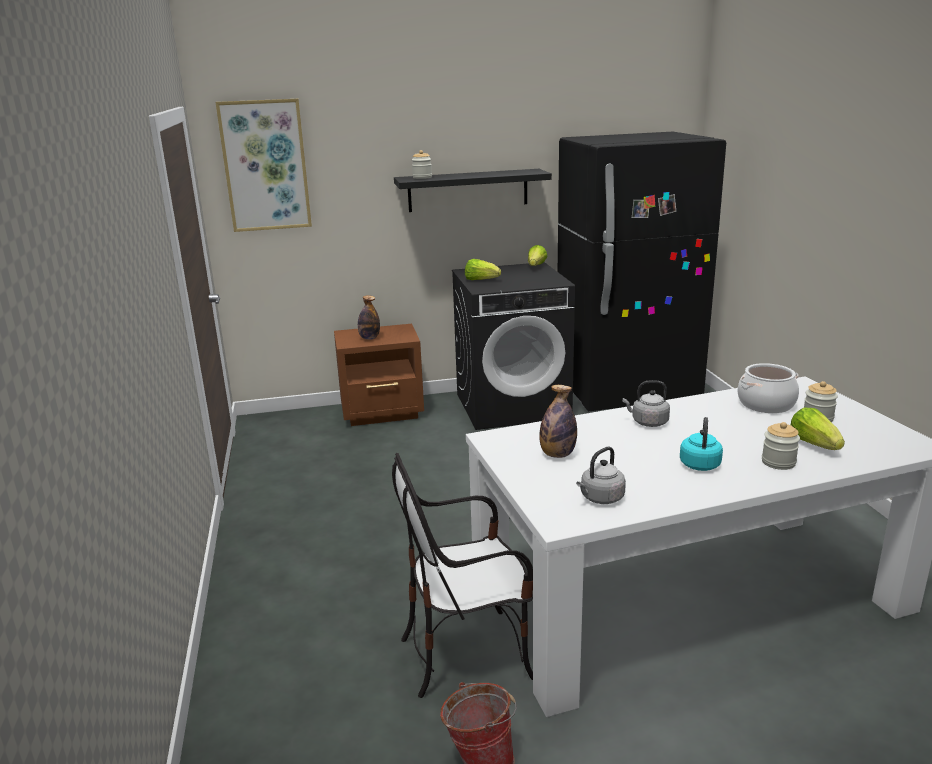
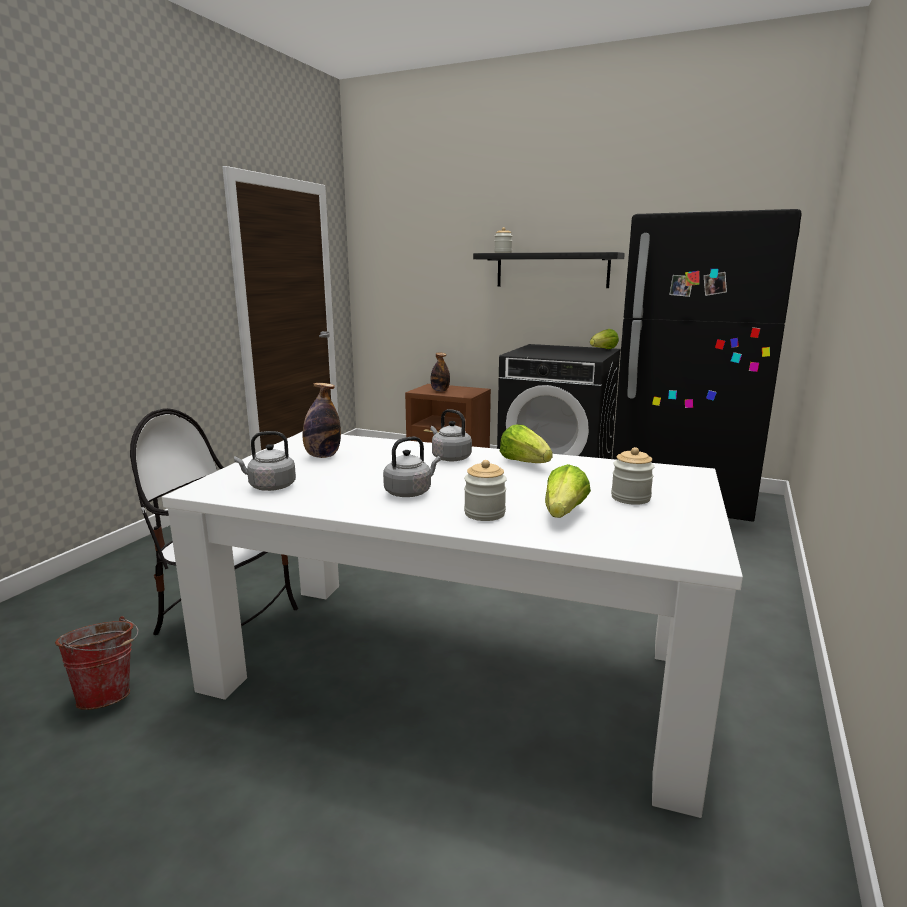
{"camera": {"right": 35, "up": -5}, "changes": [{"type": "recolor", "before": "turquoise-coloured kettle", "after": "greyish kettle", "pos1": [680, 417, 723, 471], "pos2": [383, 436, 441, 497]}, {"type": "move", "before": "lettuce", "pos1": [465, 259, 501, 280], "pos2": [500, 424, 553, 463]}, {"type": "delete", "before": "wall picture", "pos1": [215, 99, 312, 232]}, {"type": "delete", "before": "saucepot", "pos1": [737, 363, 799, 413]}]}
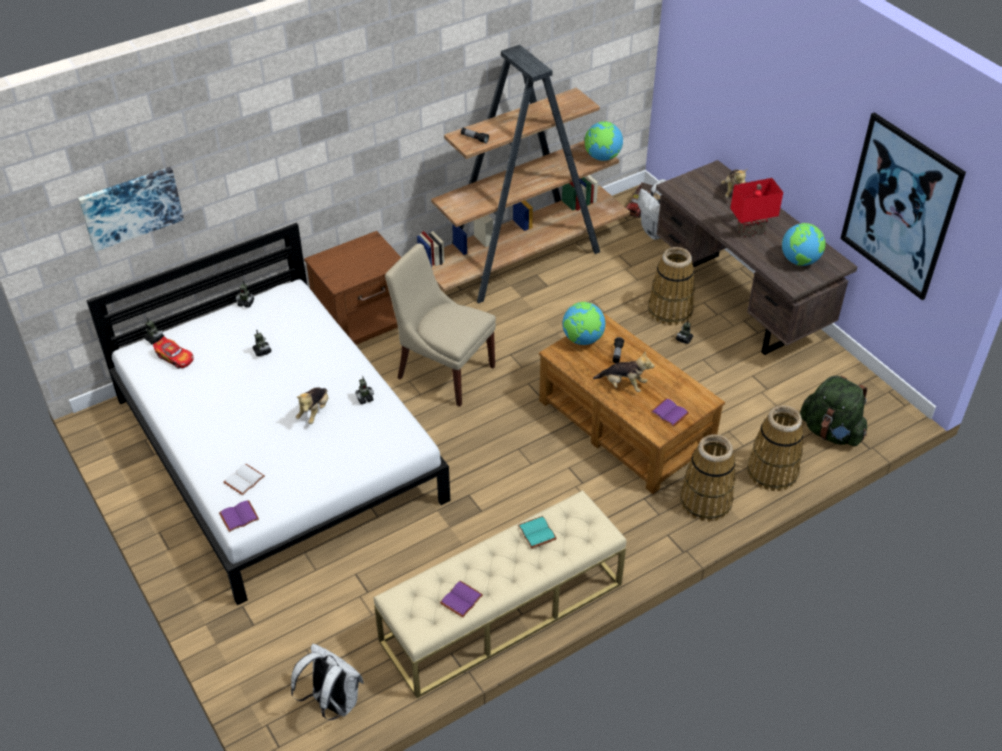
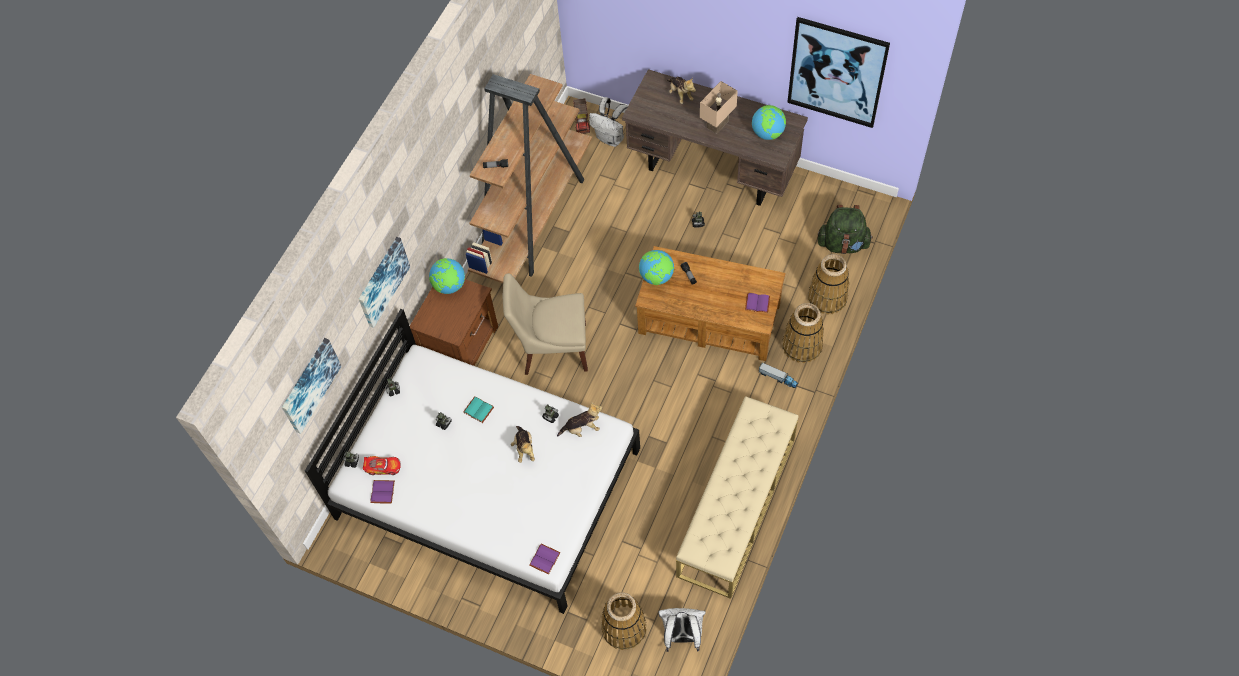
{"camera": {"right": -30, "up": 15}, "changes": [{"type": "insert", "after": "wall picture", "pos2": [359, 237, 410, 328]}, {"type": "move", "before": "purplish volume", "pos1": [440, 581, 483, 618], "pos2": [370, 480, 395, 503]}, {"type": "move", "before": "world globe", "pos1": [585, 121, 623, 161], "pos2": [429, 258, 465, 294]}, {"type": "move", "before": "turquoise-coloured volume", "pos1": [518, 516, 557, 549], "pos2": [463, 396, 494, 423]}, {"type": "move", "before": "soft toy", "pos1": [593, 351, 654, 392], "pos2": [557, 402, 602, 437]}, {"type": "move", "before": "household basket", "pos1": [648, 247, 695, 325], "pos2": [602, 592, 646, 650]}, {"type": "recolor", "before": "red-coloured table lamp", "after": "beige table lamp", "pos1": [730, 178, 783, 238], "pos2": [700, 81, 738, 134]}, {"type": "insert", "after": "toy lorry", "pos2": [759, 362, 798, 389]}, {"type": "delete", "before": "whitish volume", "pos1": [223, 464, 265, 495]}]}
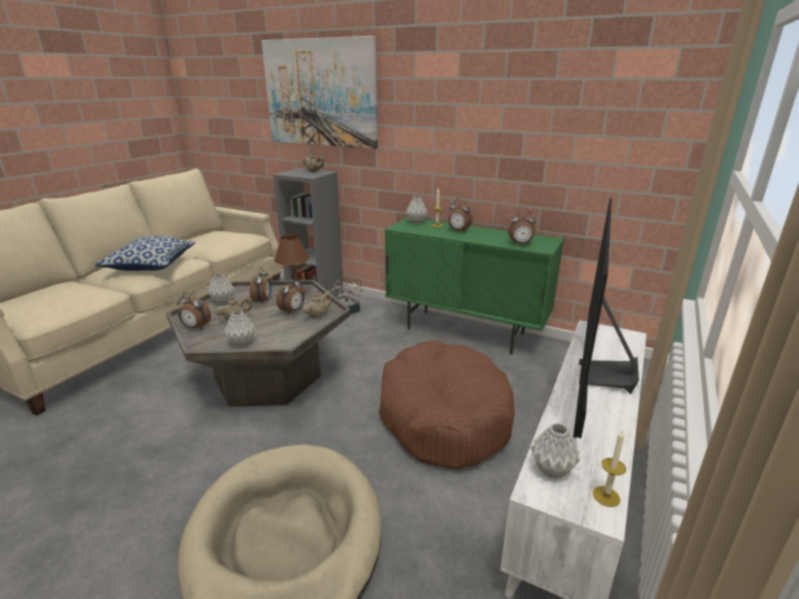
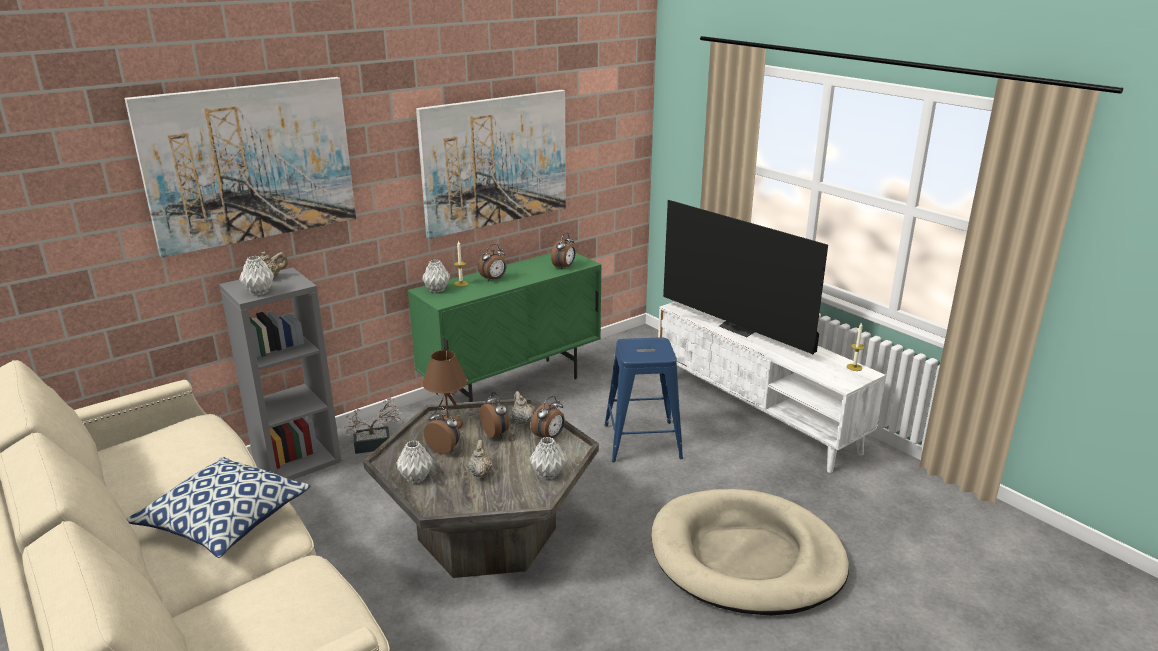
{"camera": {"right": -65, "up": 0}, "changes": [{"type": "move", "before": "greyish decorative vase", "pos1": [531, 423, 580, 479], "pos2": [239, 256, 274, 295]}, {"type": "insert", "after": "wall picture", "pos2": [416, 90, 566, 239]}, {"type": "move", "before": "alarm clock", "pos1": [177, 292, 211, 329], "pos2": [531, 396, 565, 438]}, {"type": "replace", "before": "brownish pet bed", "after": "blue-coloured stool seat", "pos1": [379, 341, 515, 469], "pos2": [604, 337, 683, 462]}]}
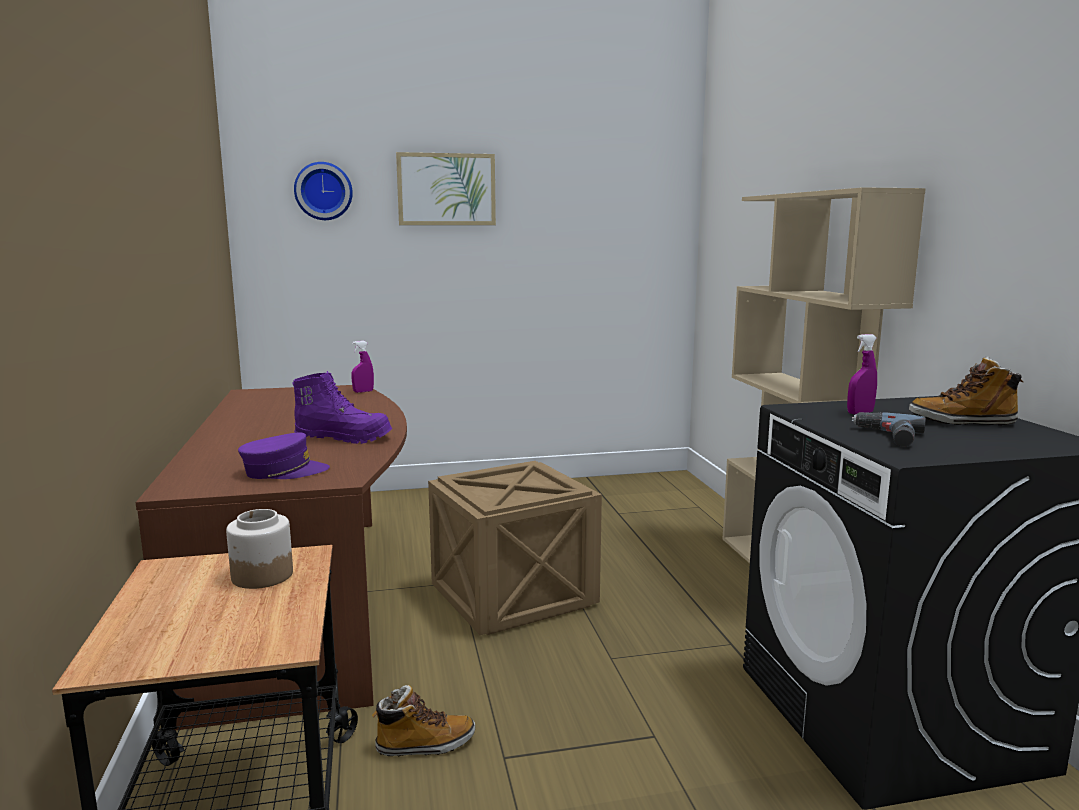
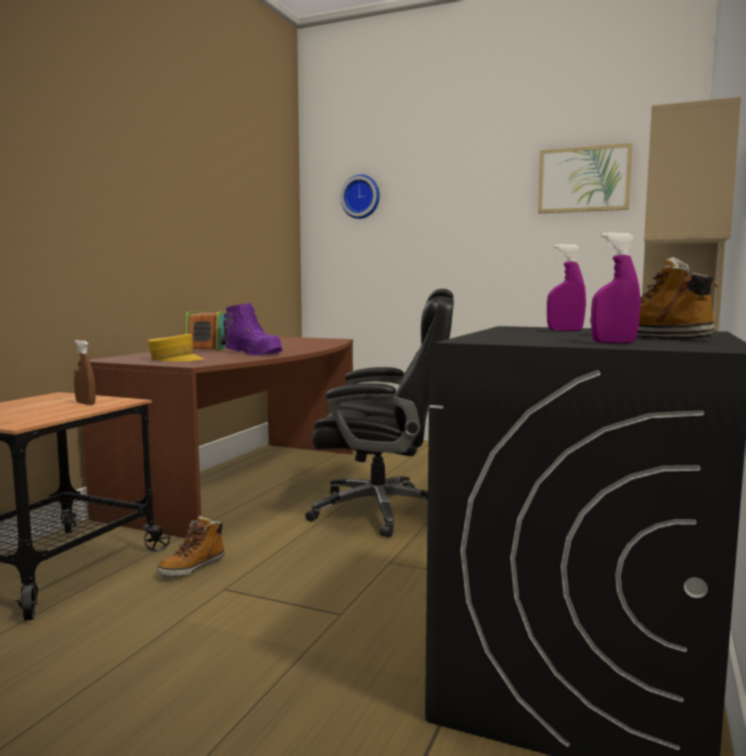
{"camera": {"right": 35, "up": -5}, "changes": [{"type": "replace", "before": "jar", "after": "brownish sprayer", "pos1": [226, 509, 293, 589], "pos2": [74, 340, 96, 405]}, {"type": "recolor", "before": "purplish baseball cap", "after": "yellow baseball cap", "pos1": [238, 432, 330, 479], "pos2": [147, 334, 204, 362]}, {"type": "rotate", "before": "tall boot", "pos1": [372, 685, 475, 756], "pos2": [157, 516, 225, 577], "turn": 105}, {"type": "insert", "after": "radio set", "pos2": [185, 310, 227, 351]}, {"type": "replace", "before": "shipping crate", "after": "black-coloured office chair", "pos1": [428, 461, 602, 635], "pos2": [305, 289, 454, 538]}, {"type": "move", "before": "wall picture", "pos1": [396, 152, 496, 225], "pos2": [538, 143, 632, 213]}, {"type": "move", "before": "purplish sprayer", "pos1": [351, 341, 374, 393], "pos2": [591, 232, 640, 343]}, {"type": "delete", "before": "power drill", "pos1": [852, 412, 925, 447]}]}
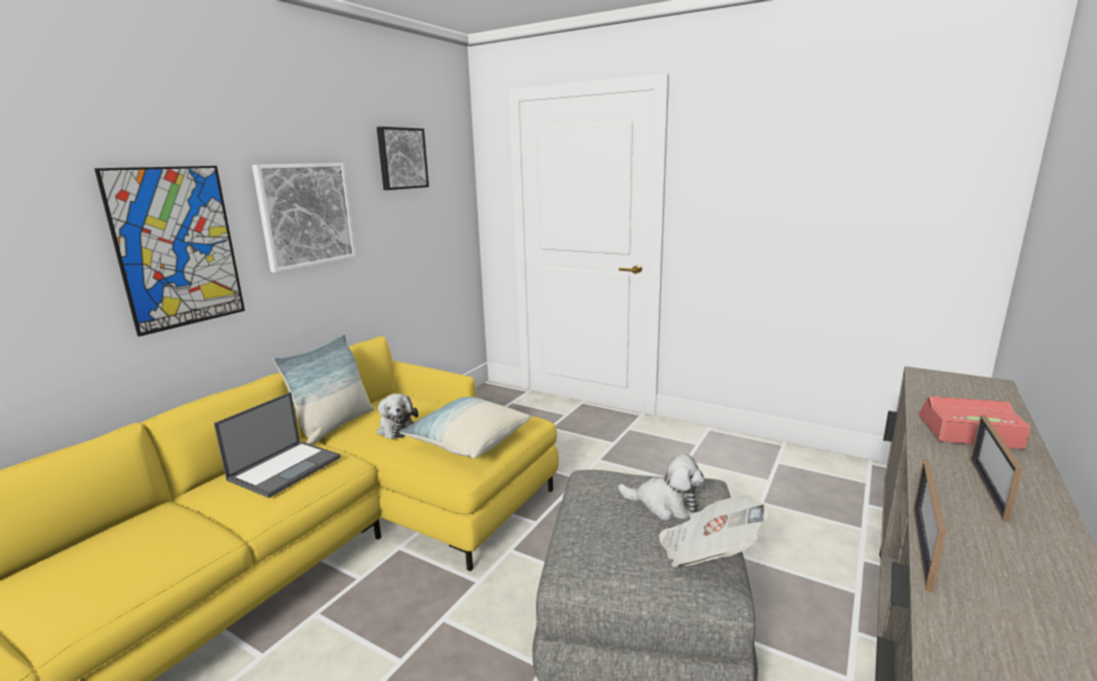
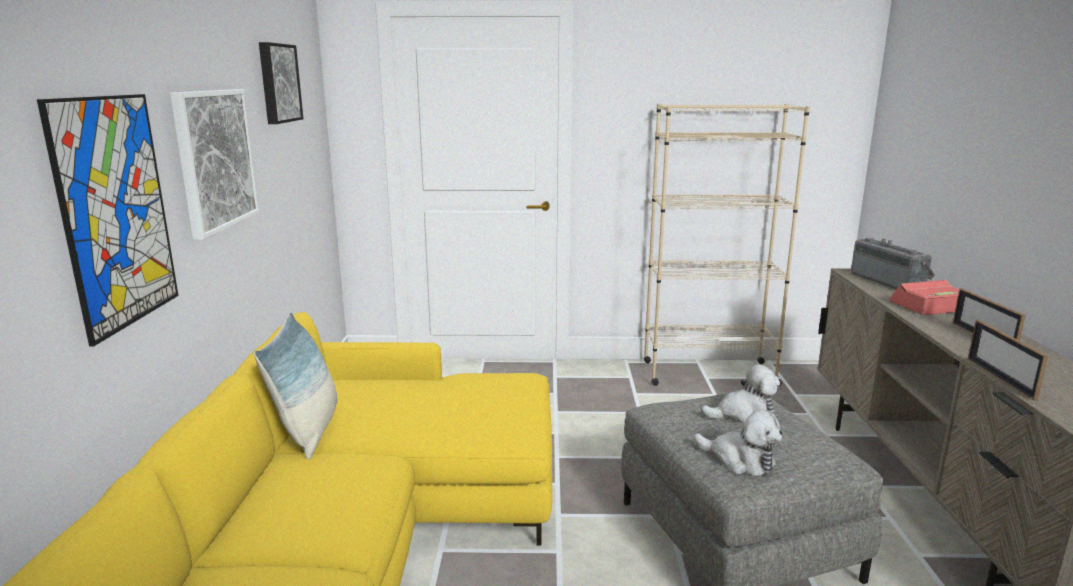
{"camera": {"right": -30, "up": 0}, "changes": [{"type": "insert", "after": "beige bookshelf", "pos2": [644, 104, 810, 386]}, {"type": "move", "before": "soft toy", "pos1": [377, 394, 418, 439], "pos2": [694, 409, 783, 476]}, {"type": "insert", "after": "radio set", "pos2": [851, 238, 935, 289]}, {"type": "delete", "before": "notebook computer", "pos1": [214, 392, 341, 498]}, {"type": "delete", "before": "pillow", "pos1": [399, 397, 531, 459]}, {"type": "delete", "before": "printed paper", "pos1": [659, 495, 770, 567]}]}
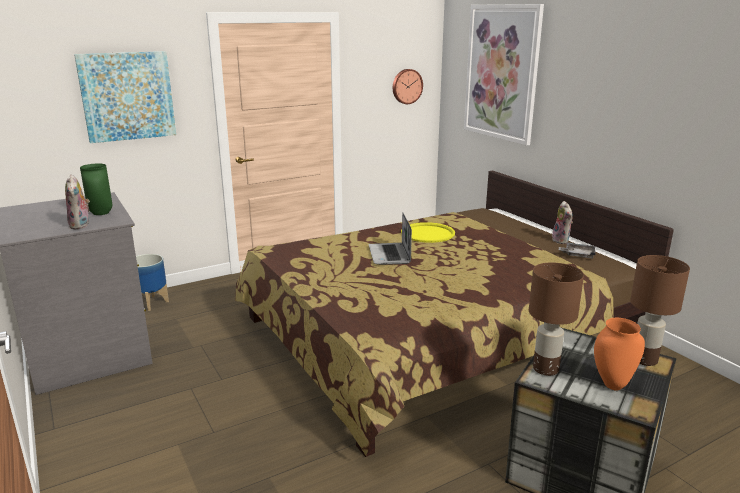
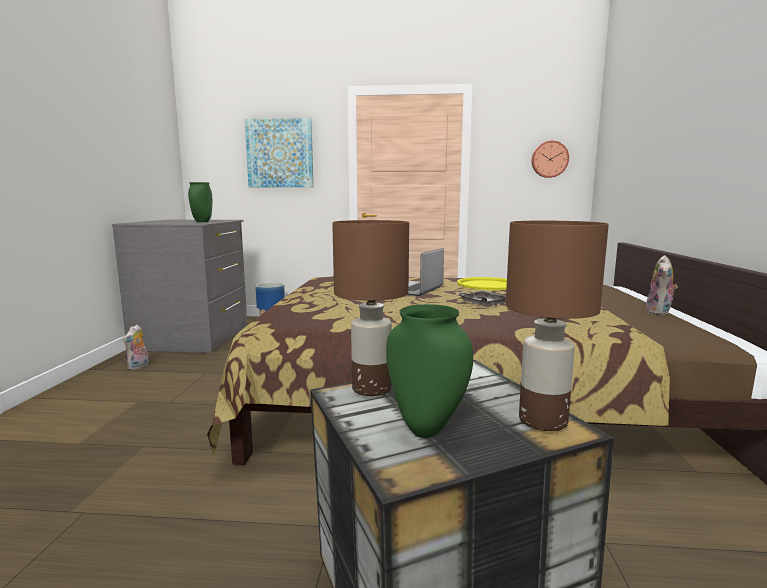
{"camera": {"right": 35, "up": -10}, "changes": [{"type": "move", "before": "soft toy", "pos1": [65, 174, 90, 229], "pos2": [123, 324, 149, 370]}, {"type": "recolor", "before": "orange-coloured decorative vase", "after": "green decorative vase", "pos1": [594, 318, 645, 391], "pos2": [386, 304, 473, 438]}, {"type": "move", "before": "greyish tray", "pos1": [559, 242, 596, 259], "pos2": [457, 290, 506, 307]}, {"type": "delete", "before": "wall picture", "pos1": [464, 4, 544, 145]}]}
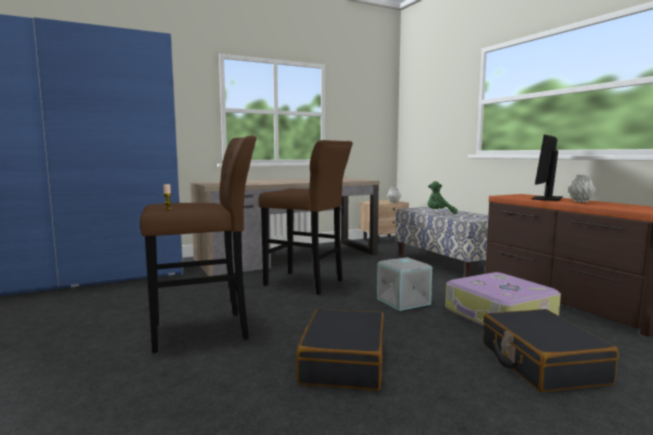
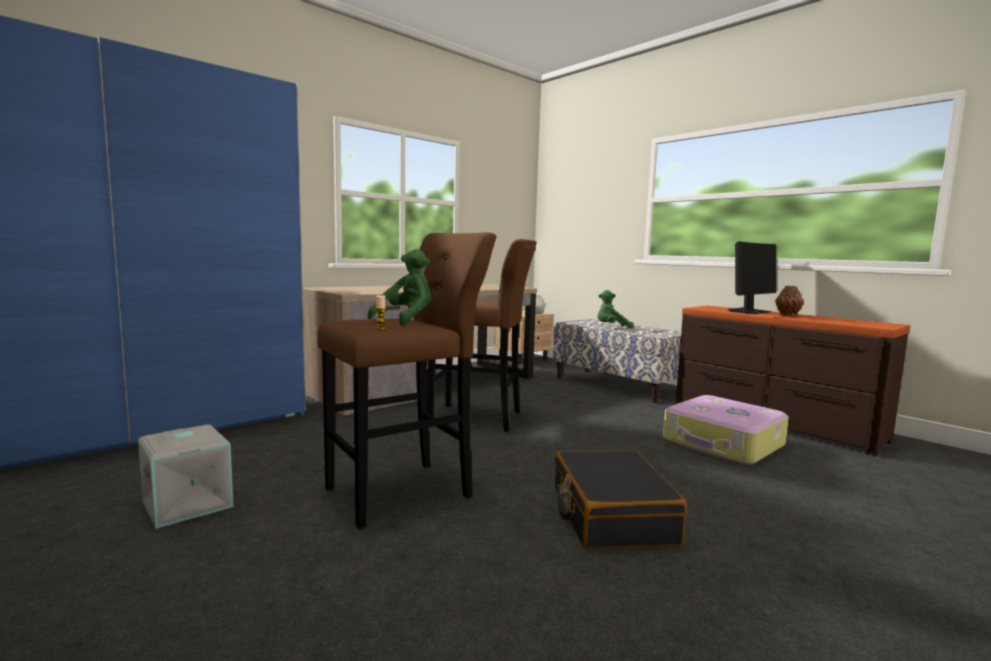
{"camera": {"right": -15, "up": 0}, "changes": [{"type": "move", "before": "greyish storage box", "pos1": [377, 257, 432, 311], "pos2": [138, 425, 233, 529]}, {"type": "insert", "after": "green soft toy", "pos2": [367, 249, 431, 326]}, {"type": "rotate", "before": "monitor", "pos1": [531, 135, 564, 201], "pos2": [727, 241, 776, 314], "turn": -150}, {"type": "recolor", "before": "greyish decorative vase", "after": "brownish decorative vase", "pos1": [568, 174, 596, 202], "pos2": [775, 286, 804, 316]}, {"type": "delete", "before": "black-coloured piece of luggage", "pos1": [483, 309, 619, 392]}]}
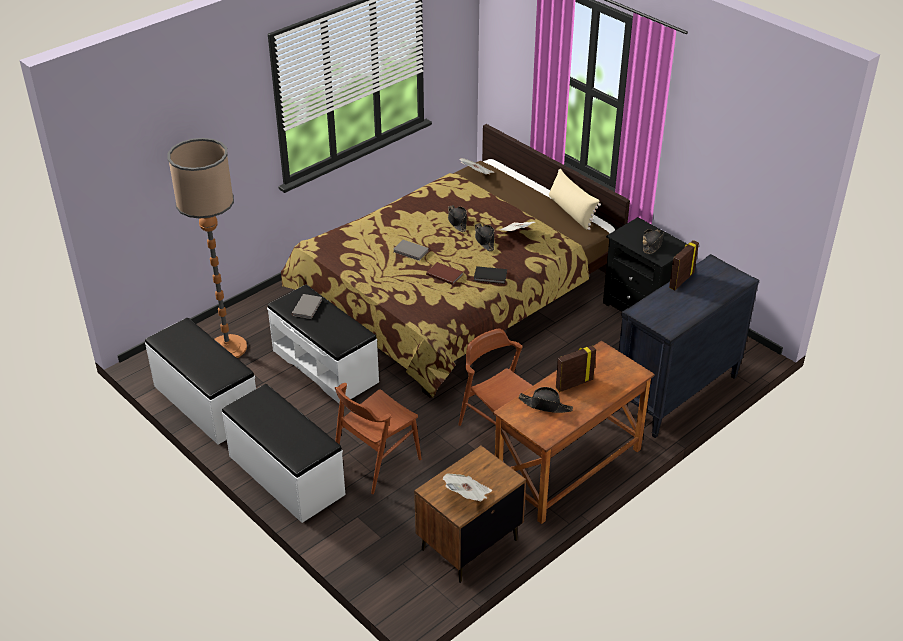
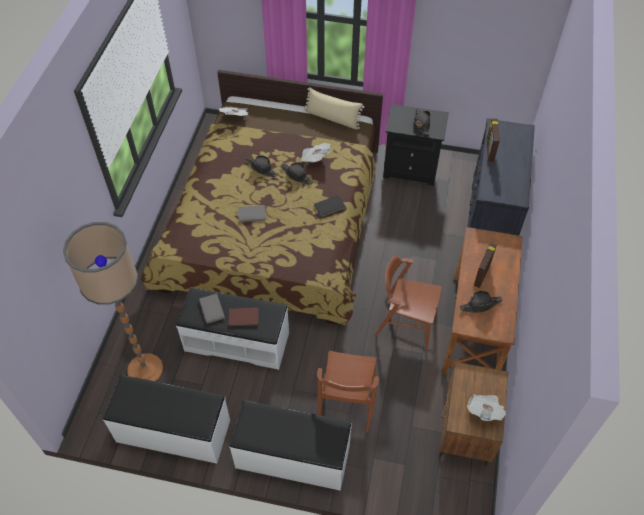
{"camera": {"right": -35, "up": 15}, "changes": [{"type": "move", "before": "brownish volume", "pos1": [426, 262, 463, 285], "pos2": [229, 308, 259, 326]}]}
